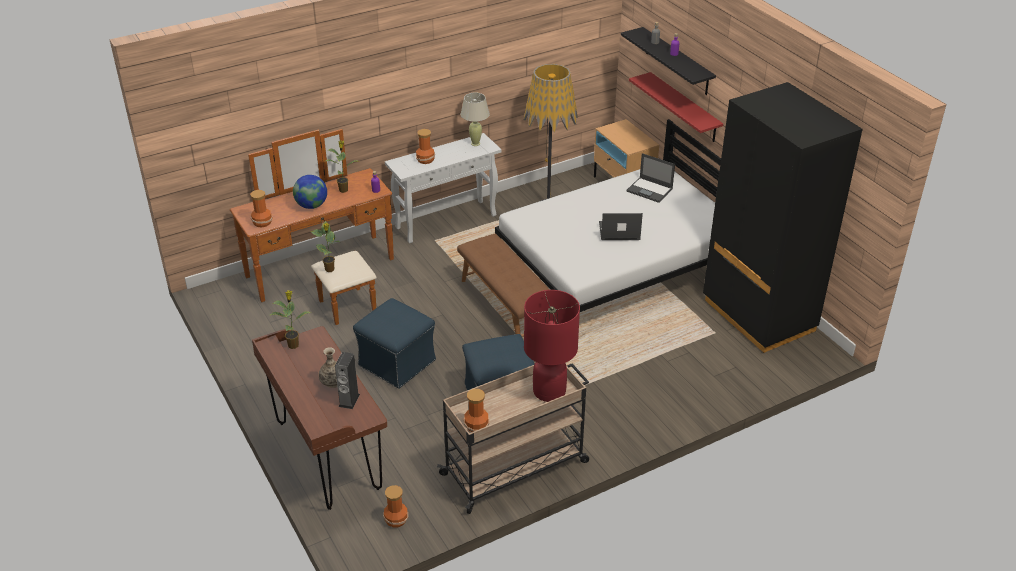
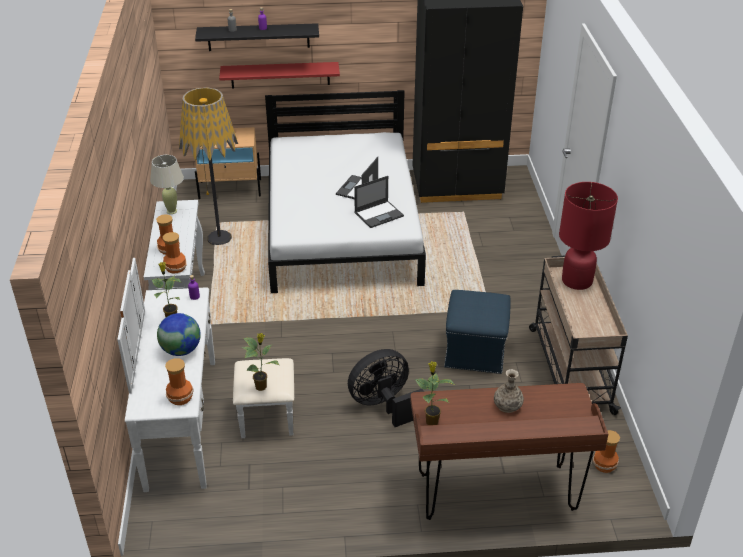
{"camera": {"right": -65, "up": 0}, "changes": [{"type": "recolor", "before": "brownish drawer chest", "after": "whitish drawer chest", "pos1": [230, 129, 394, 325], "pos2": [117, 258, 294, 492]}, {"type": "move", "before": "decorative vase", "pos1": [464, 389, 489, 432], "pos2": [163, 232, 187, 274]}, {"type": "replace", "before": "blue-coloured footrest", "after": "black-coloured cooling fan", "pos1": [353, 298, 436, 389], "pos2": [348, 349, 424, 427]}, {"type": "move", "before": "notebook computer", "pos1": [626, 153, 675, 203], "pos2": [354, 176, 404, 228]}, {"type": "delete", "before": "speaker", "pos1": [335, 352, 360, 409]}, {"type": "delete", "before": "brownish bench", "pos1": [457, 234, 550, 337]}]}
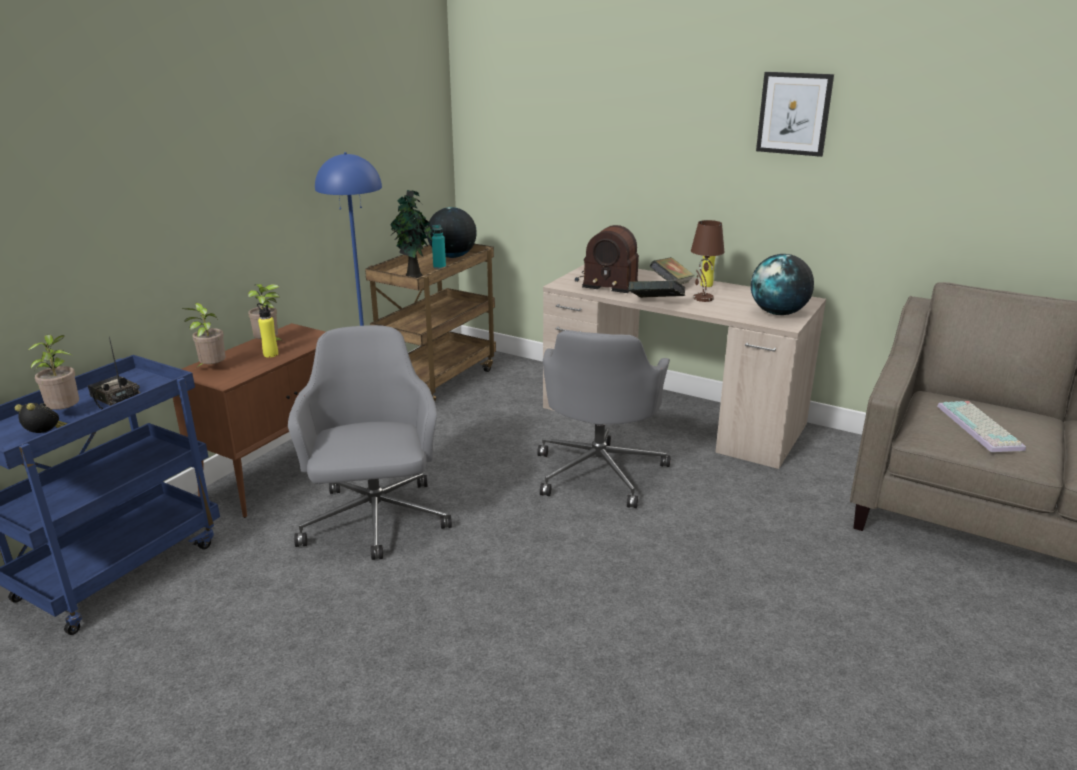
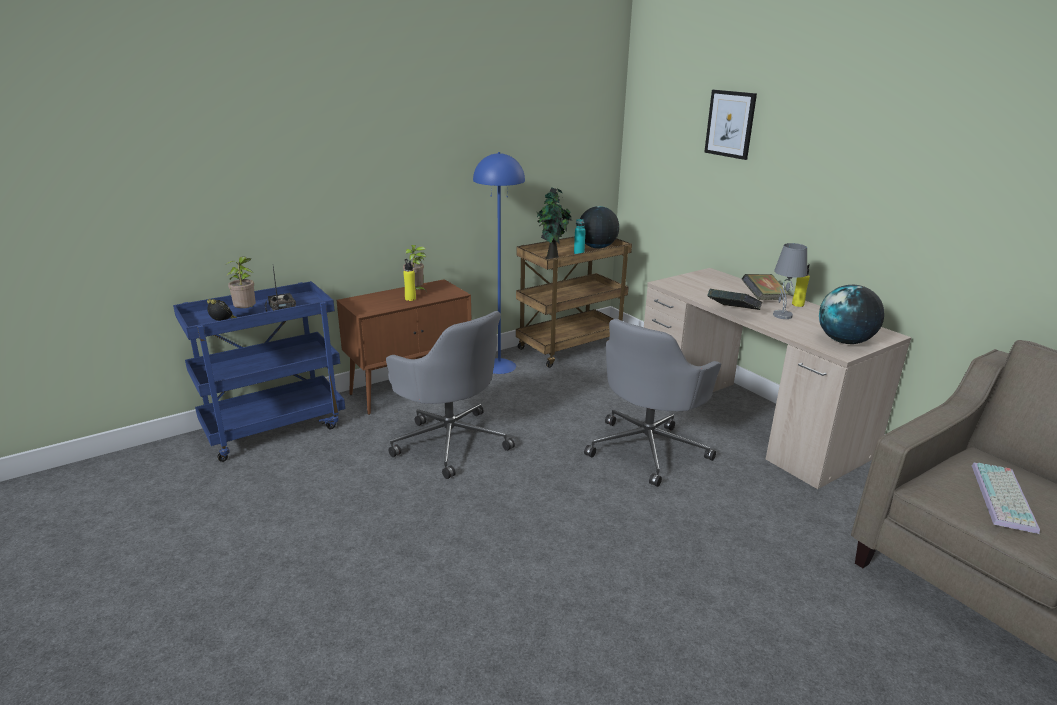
{"camera": {"right": 25, "up": 0}, "changes": [{"type": "rotate", "before": "greyish office chair", "pos1": [288, 325, 452, 560], "pos2": [386, 311, 515, 479], "turn": 120}, {"type": "move", "before": "wall picture", "pos1": [756, 72, 834, 157], "pos2": [704, 90, 757, 160]}, {"type": "recolor", "before": "brownish table lamp", "after": "greyish table lamp", "pos1": [691, 220, 724, 302], "pos2": [773, 243, 807, 319]}, {"type": "delete", "before": "houseplant", "pos1": [182, 303, 226, 368]}, {"type": "delete", "before": "radio set", "pos1": [575, 225, 639, 293]}]}
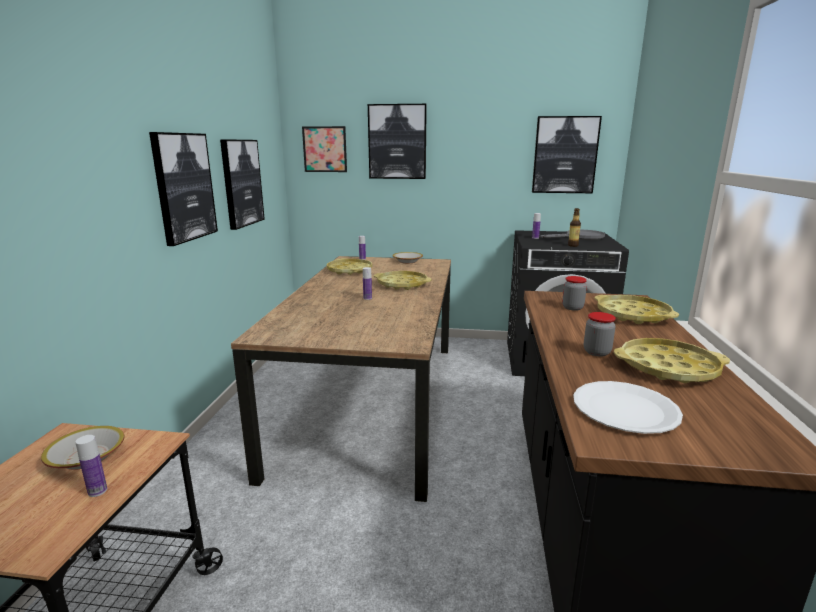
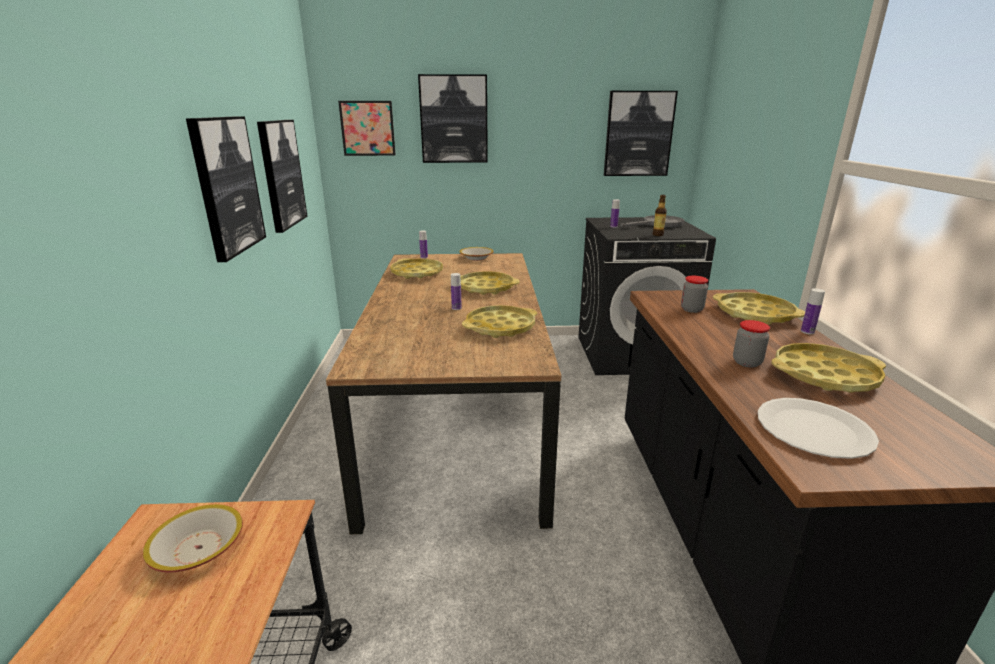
{"camera": {"right": -10, "up": 5}, "changes": [{"type": "insert", "after": "yellow tray", "pos2": [462, 305, 537, 338]}, {"type": "move", "before": "beverage bottle", "pos1": [75, 435, 107, 497], "pos2": [801, 288, 825, 334]}]}
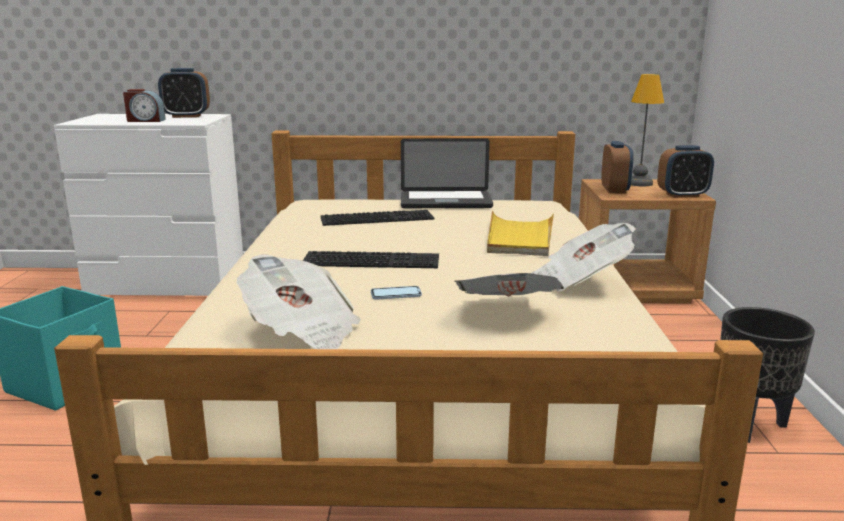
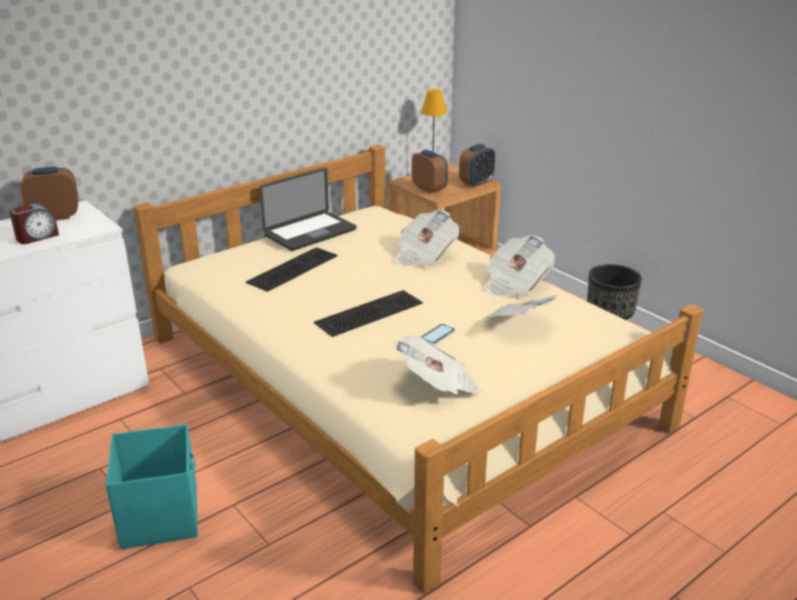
{"camera": {"right": -40, "up": 10}, "changes": [{"type": "rotate", "before": "alarm clock", "pos1": [158, 68, 210, 118], "pos2": [21, 167, 79, 220], "turn": -150}, {"type": "replace", "before": "yellow tray", "after": "printed paper", "pos1": [487, 211, 554, 256], "pos2": [395, 210, 460, 267]}]}
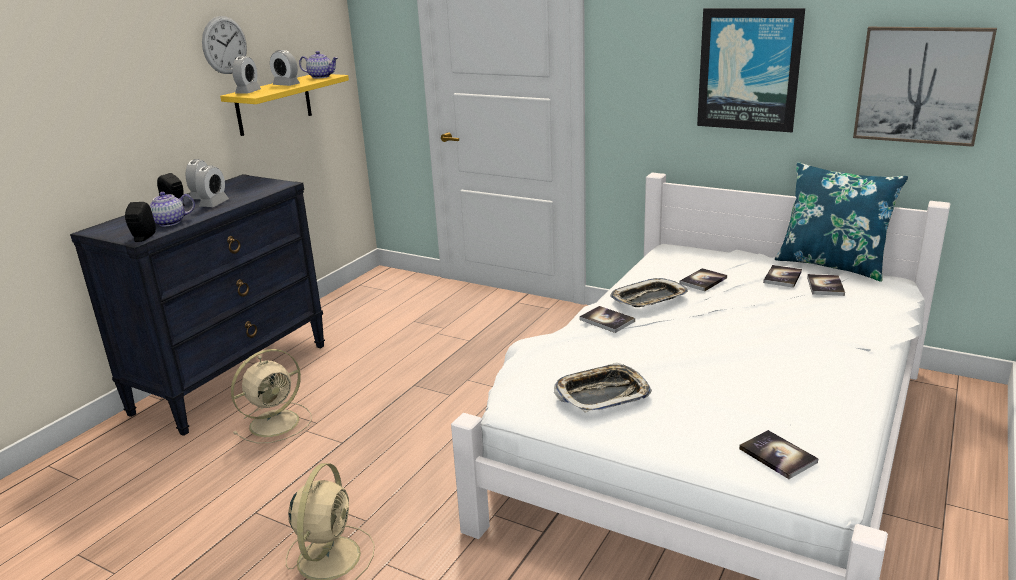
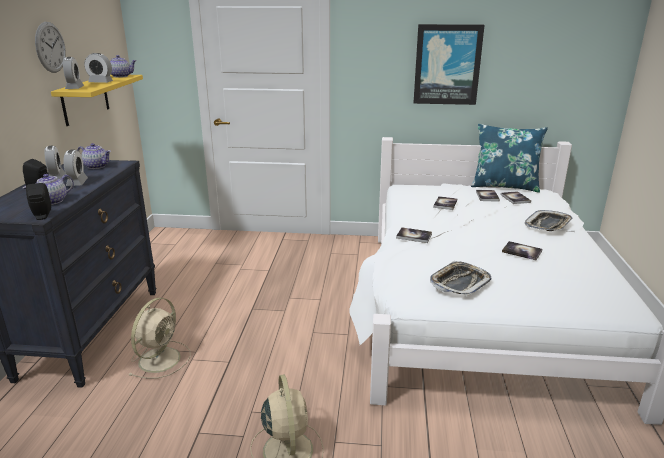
{"camera": {"right": -25, "up": 0}, "changes": [{"type": "insert", "after": "tea pot", "pos2": [77, 143, 111, 169]}, {"type": "move", "before": "volume", "pos1": [739, 430, 819, 479], "pos2": [502, 241, 542, 260]}, {"type": "move", "before": "tray", "pos1": [610, 278, 688, 307], "pos2": [525, 210, 573, 231]}, {"type": "delete", "before": "wall picture", "pos1": [853, 27, 997, 147]}]}
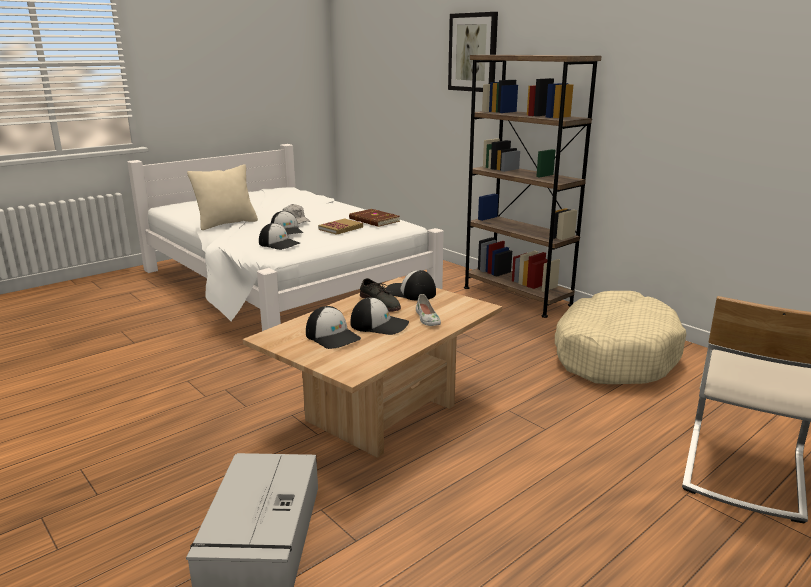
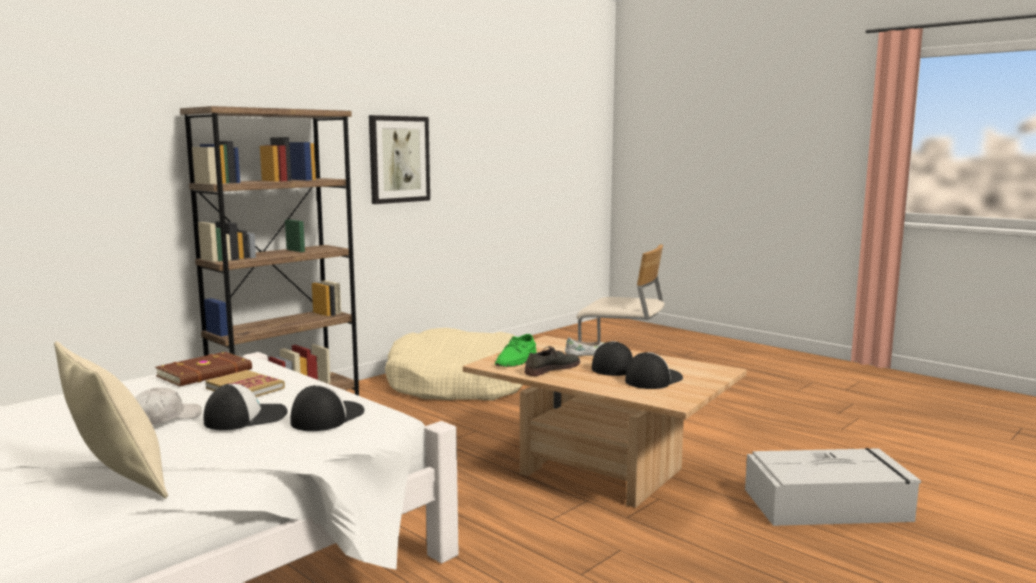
{"camera": {"right": -95, "up": -10}, "changes": [{"type": "move", "before": "wall picture", "pos1": [448, 12, 498, 92], "pos2": [369, 115, 430, 204]}, {"type": "replace", "before": "baseball cap", "after": "green low shoe", "pos1": [385, 270, 436, 301], "pos2": [495, 334, 536, 367]}]}
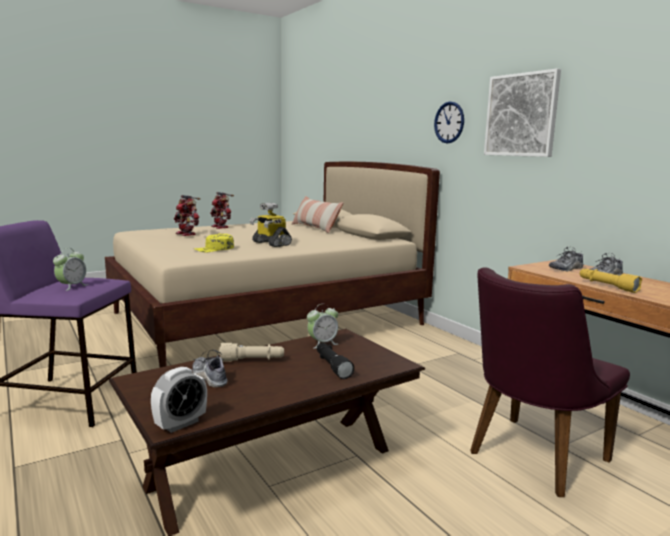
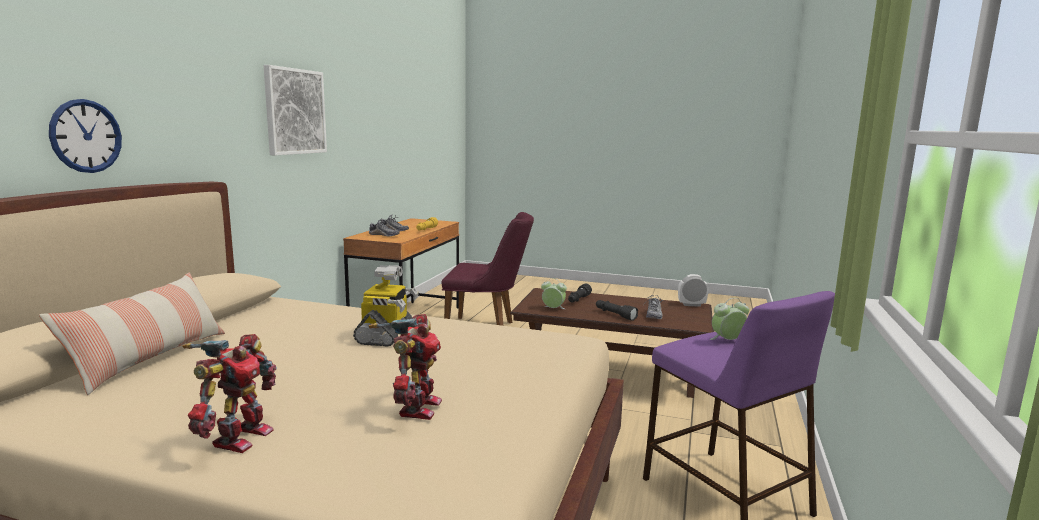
{"camera": {"right": -130, "up": 0}, "changes": [{"type": "move", "before": "clock on the wall", "pos1": [434, 101, 464, 143], "pos2": [49, 99, 122, 173]}, {"type": "recolor", "before": "beige flashlight", "after": "black-coloured flashlight", "pos1": [219, 343, 284, 361], "pos2": [596, 300, 638, 321]}, {"type": "delete", "before": "yellow baseball cap", "pos1": [194, 233, 234, 252]}]}
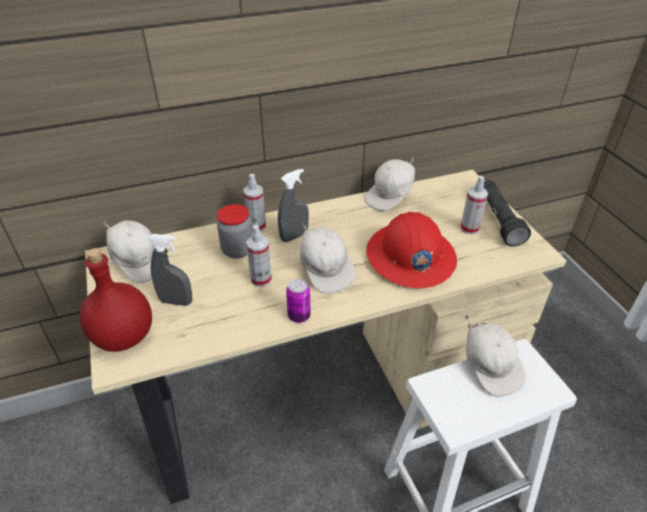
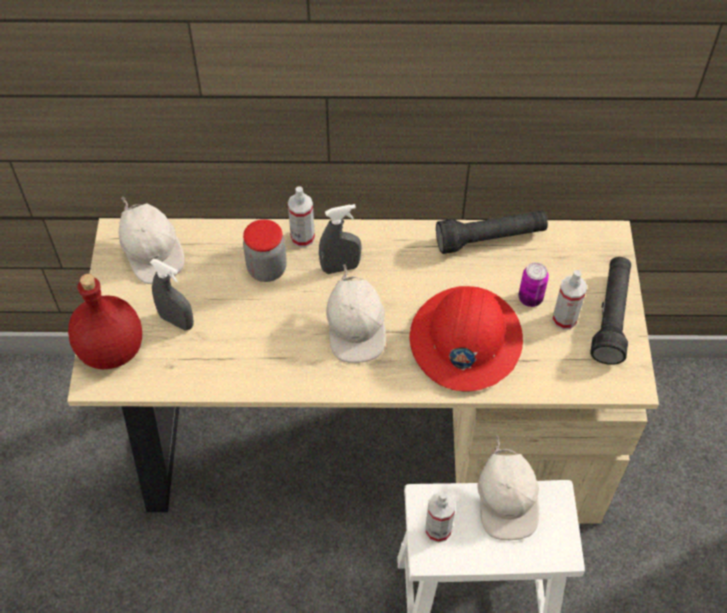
{"camera": {"right": 20, "up": 15}, "changes": [{"type": "move", "before": "sprayer", "pos1": [246, 225, 272, 287], "pos2": [425, 491, 455, 543]}, {"type": "replace", "before": "whitish baseball cap", "after": "black-coloured flashlight", "pos1": [365, 157, 415, 211], "pos2": [436, 210, 548, 254]}, {"type": "move", "before": "can", "pos1": [286, 279, 311, 323], "pos2": [518, 262, 549, 307]}]}
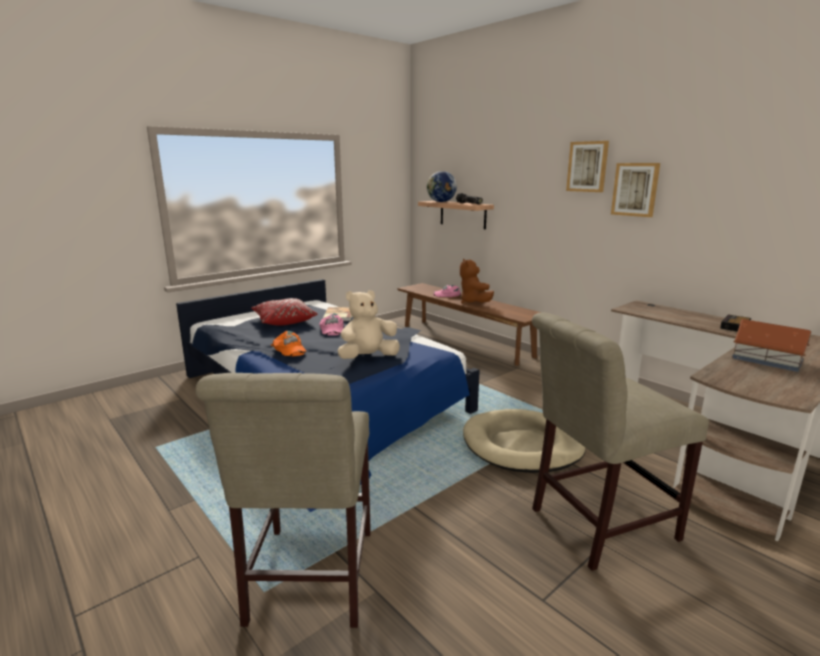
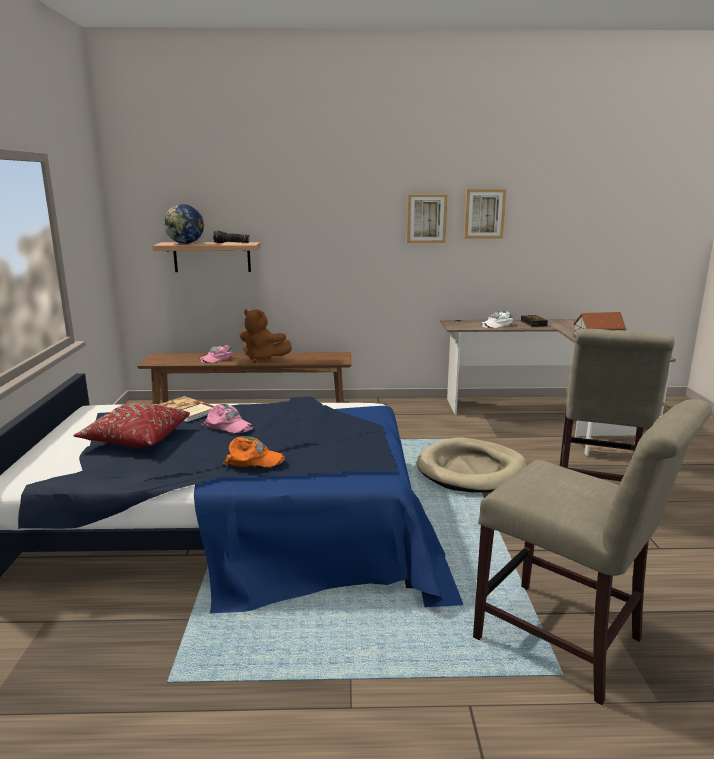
{"camera": {"right": -50, "up": 0}, "changes": [{"type": "move", "before": "wall picture", "pos1": [566, 141, 609, 192], "pos2": [464, 189, 506, 239]}, {"type": "insert", "after": "whitish baseball cap", "pos2": [480, 311, 513, 328]}, {"type": "delete", "before": "beige soft toy", "pos1": [338, 290, 400, 359]}]}
